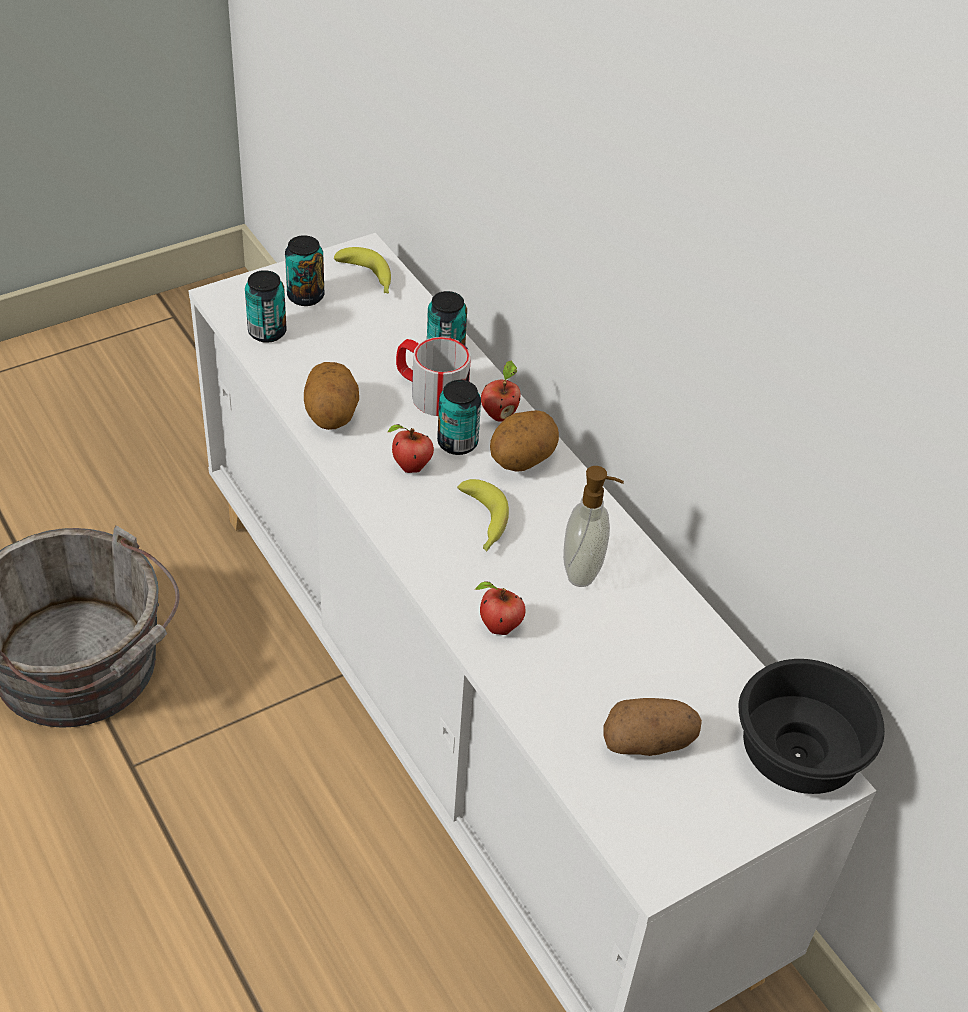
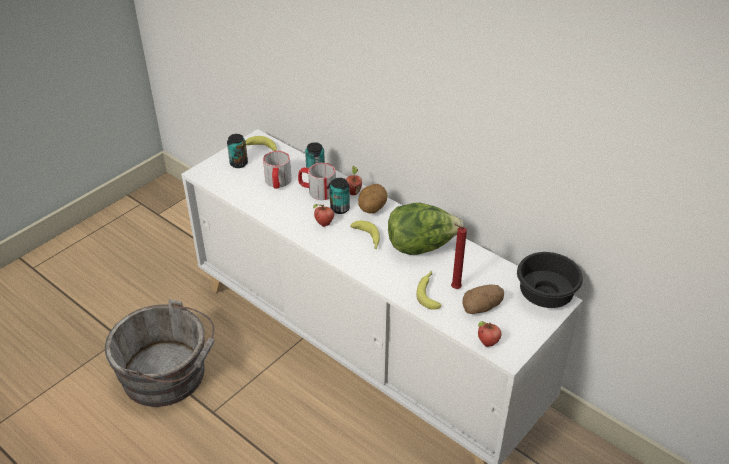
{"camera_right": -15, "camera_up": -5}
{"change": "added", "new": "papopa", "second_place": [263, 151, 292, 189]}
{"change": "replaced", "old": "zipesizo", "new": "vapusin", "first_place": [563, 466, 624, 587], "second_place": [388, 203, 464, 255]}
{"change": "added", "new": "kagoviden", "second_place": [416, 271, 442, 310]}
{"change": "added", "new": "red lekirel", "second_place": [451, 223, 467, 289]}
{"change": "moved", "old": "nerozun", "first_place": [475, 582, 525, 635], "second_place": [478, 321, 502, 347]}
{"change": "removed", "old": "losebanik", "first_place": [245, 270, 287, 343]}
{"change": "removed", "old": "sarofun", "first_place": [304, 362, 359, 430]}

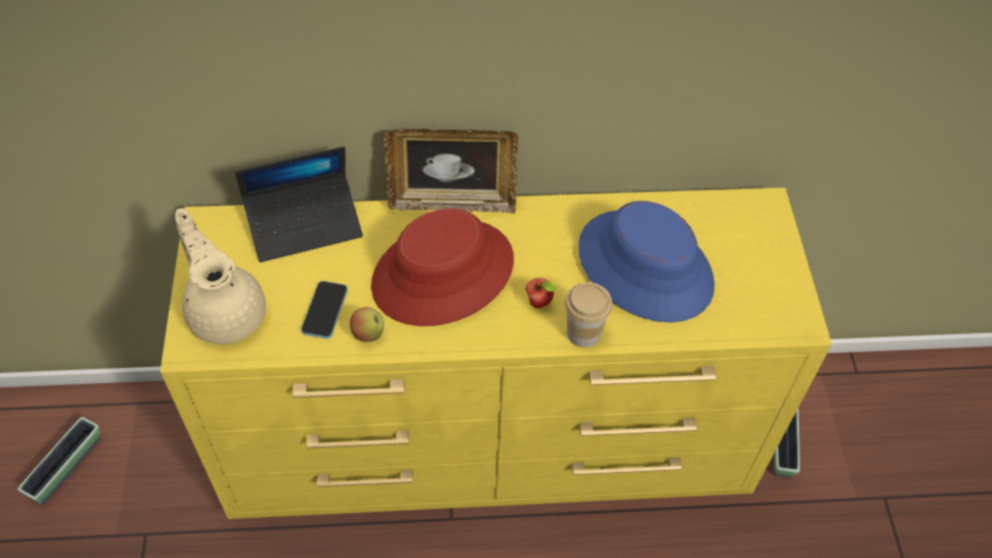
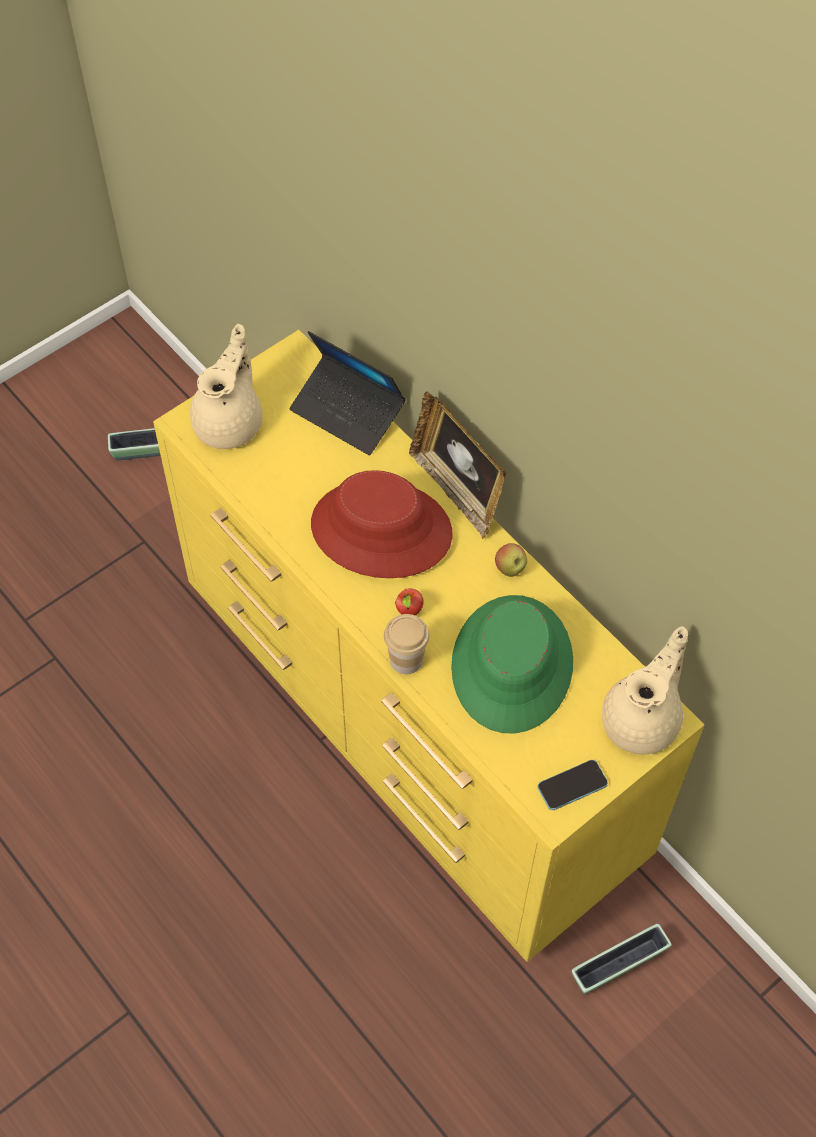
{"camera_right": 55, "camera_up": 5}
{"change": "recoloured", "old": "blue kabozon", "new": "green kabozon", "first_place": [578, 201, 715, 323], "second_place": [451, 595, 573, 734]}
{"change": "moved", "old": "nerozun", "first_place": [350, 307, 384, 342], "second_place": [495, 543, 527, 577]}
{"change": "moved", "old": "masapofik", "first_place": [301, 281, 348, 339], "second_place": [538, 760, 608, 810]}
{"change": "added", "new": "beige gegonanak", "second_place": [602, 626, 688, 755]}

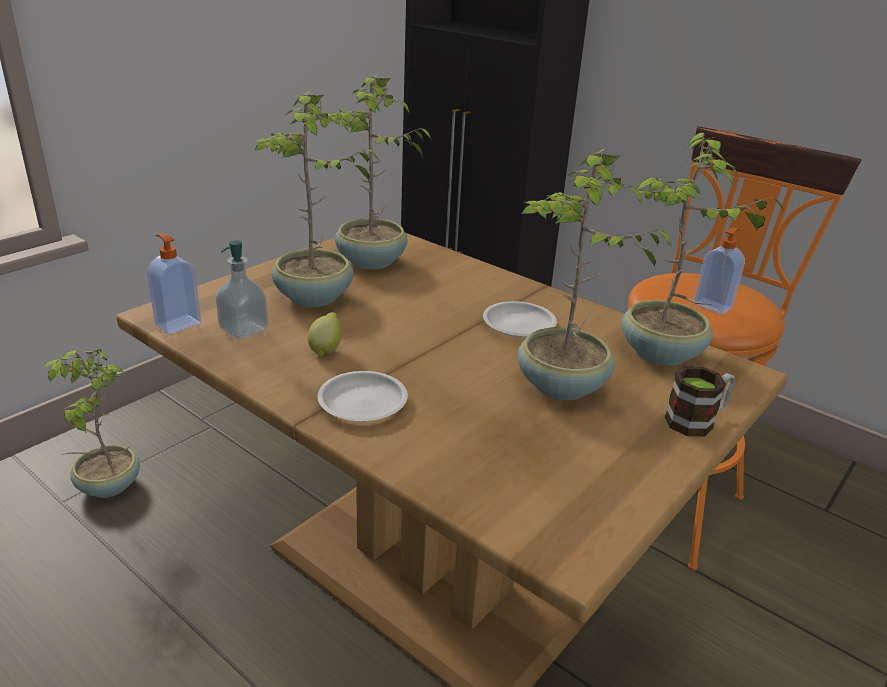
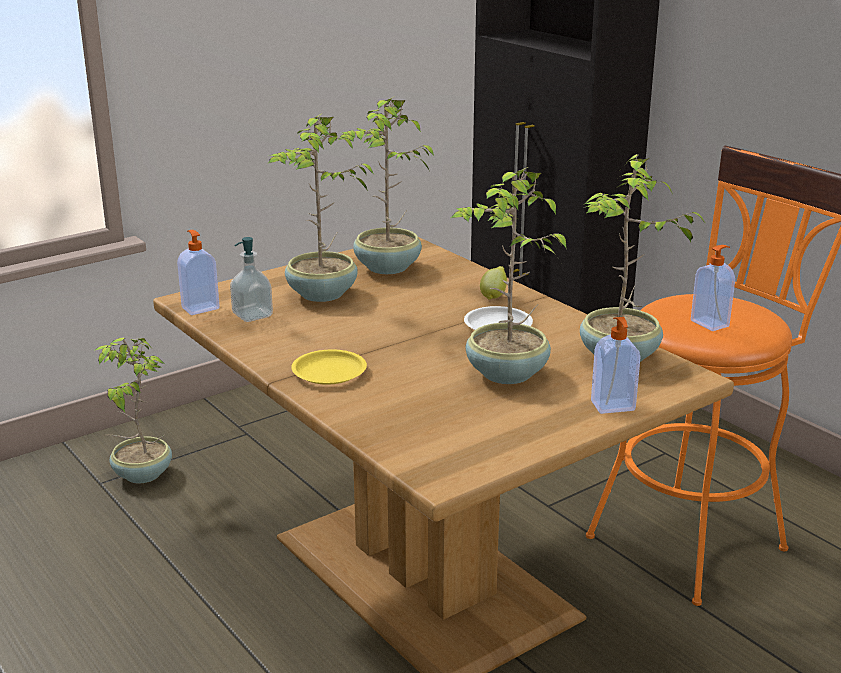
{"camera_right": 15, "camera_up": -5}
{"change": "recoloured", "old": "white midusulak", "new": "yellow midusulak", "first_place": [318, 371, 408, 421], "second_place": [291, 349, 367, 385]}
{"change": "moved", "old": "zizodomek", "first_place": [308, 312, 341, 356], "second_place": [480, 266, 507, 300]}
{"change": "replaced", "old": "papopa", "new": "zipesizo", "first_place": [665, 366, 735, 437], "second_place": [591, 317, 640, 414]}

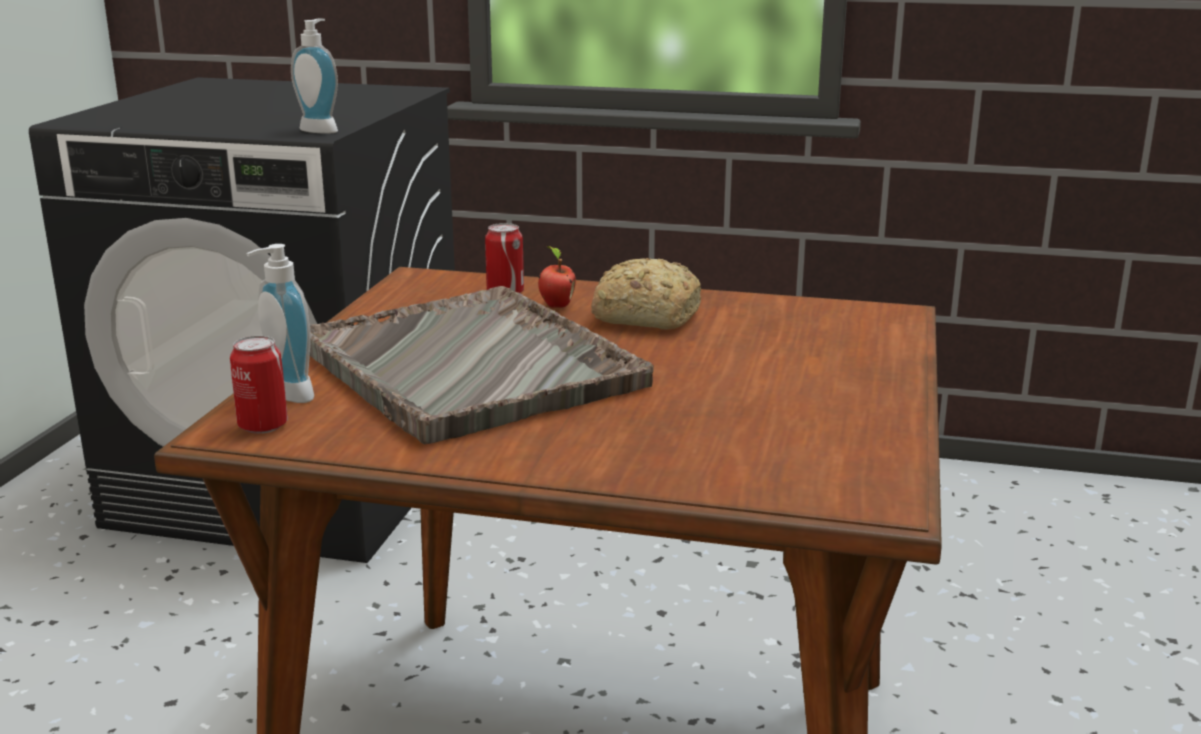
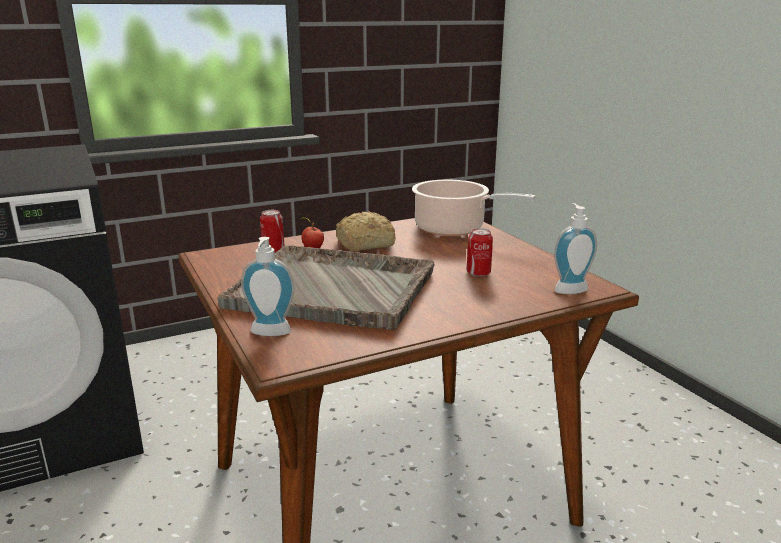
{"camera_right": -40, "camera_up": 0}
{"change": "added", "new": "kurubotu", "second_place": [412, 180, 536, 236]}
{"change": "moved", "old": "losebanik", "first_place": [230, 336, 288, 434], "second_place": [467, 228, 493, 277]}
{"change": "moved", "old": "zipesizo", "first_place": [291, 18, 338, 134], "second_place": [554, 203, 597, 294]}

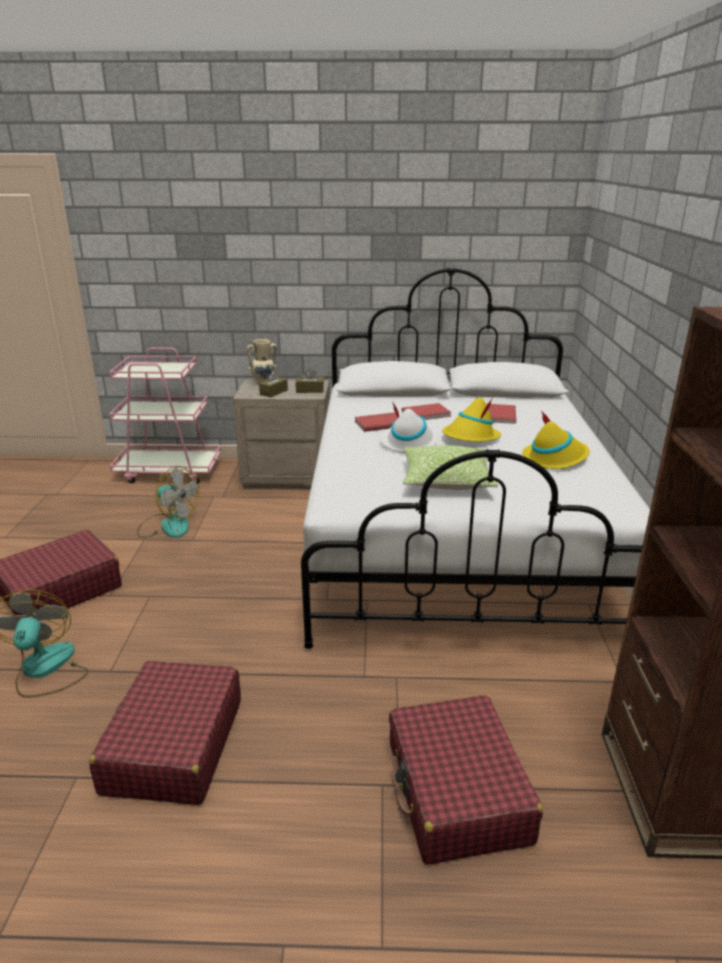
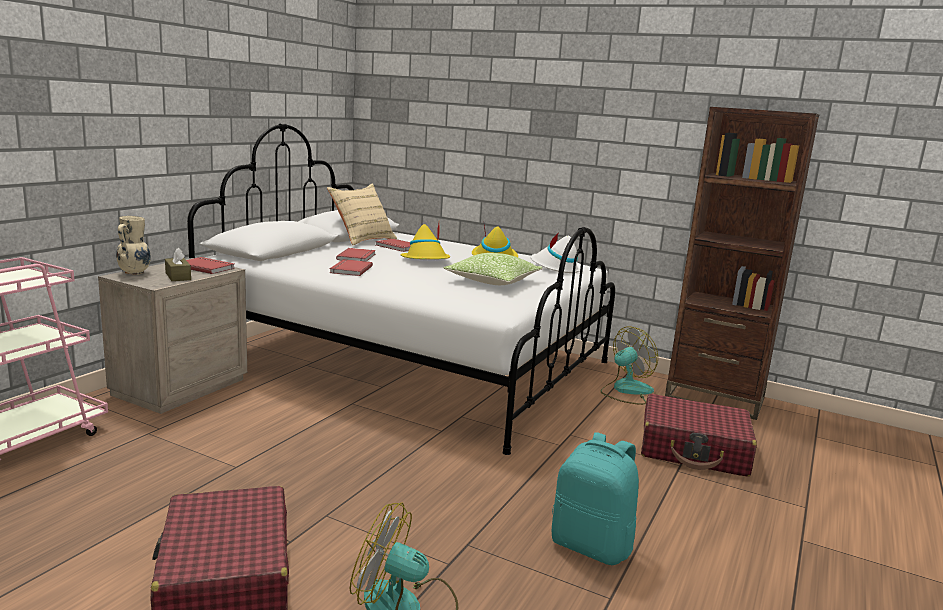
{"camera_right": -65, "camera_up": -10}
{"change": "replaced", "old": "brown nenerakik", "new": "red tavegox", "first_place": [296, 369, 324, 393], "second_place": [186, 257, 234, 274]}
{"change": "added", "new": "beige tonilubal", "second_place": [327, 183, 397, 245]}
{"change": "moved", "old": "white kabozon", "first_place": [381, 403, 437, 453], "second_place": [531, 232, 584, 273]}
{"change": "replaced", "old": "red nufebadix", "new": "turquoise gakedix", "first_place": [89, 661, 241, 805], "second_place": [552, 432, 639, 565]}
{"change": "moved", "old": "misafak", "first_place": [137, 466, 200, 538], "second_place": [600, 327, 658, 405]}

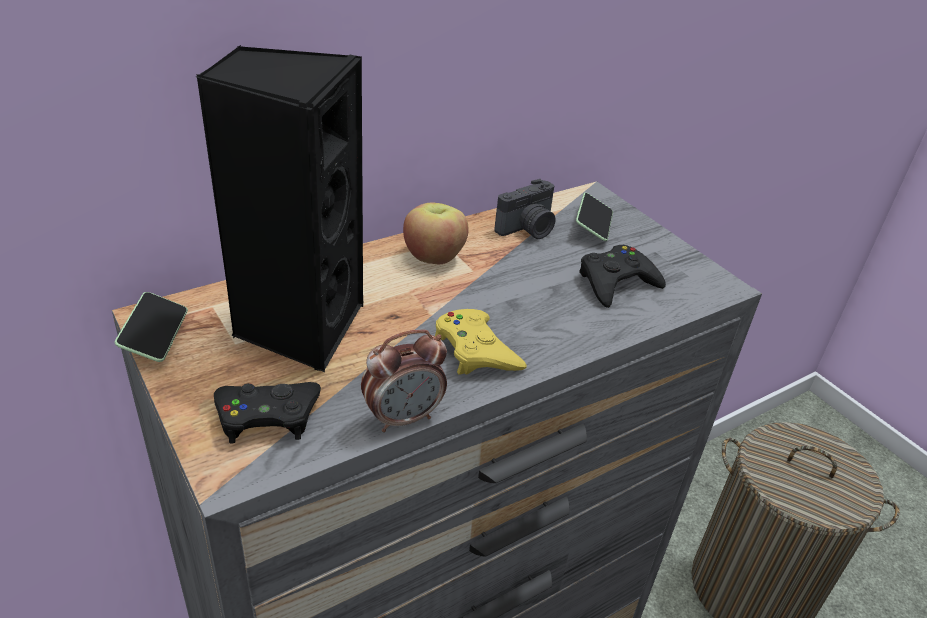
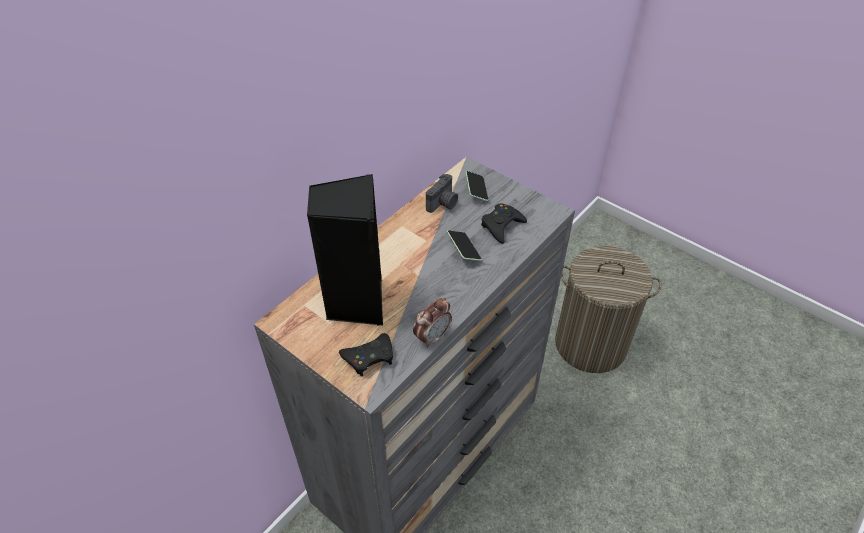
{"camera_right": -15, "camera_up": 10}
{"change": "moved", "old": "masapofik", "first_place": [114, 292, 188, 362], "second_place": [447, 230, 482, 261]}
{"change": "removed", "old": "nerozun", "first_place": [403, 202, 469, 264]}
{"change": "removed", "old": "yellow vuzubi", "first_place": [435, 309, 527, 375]}

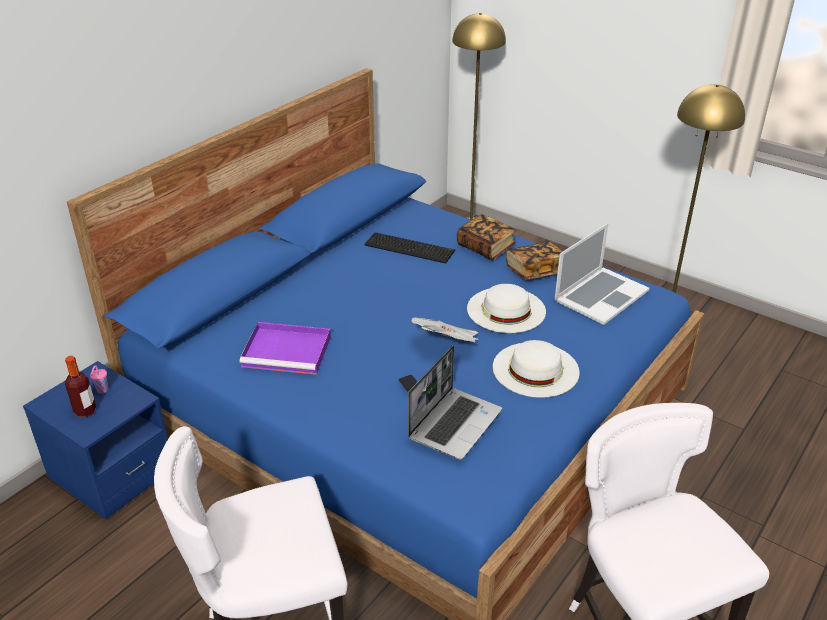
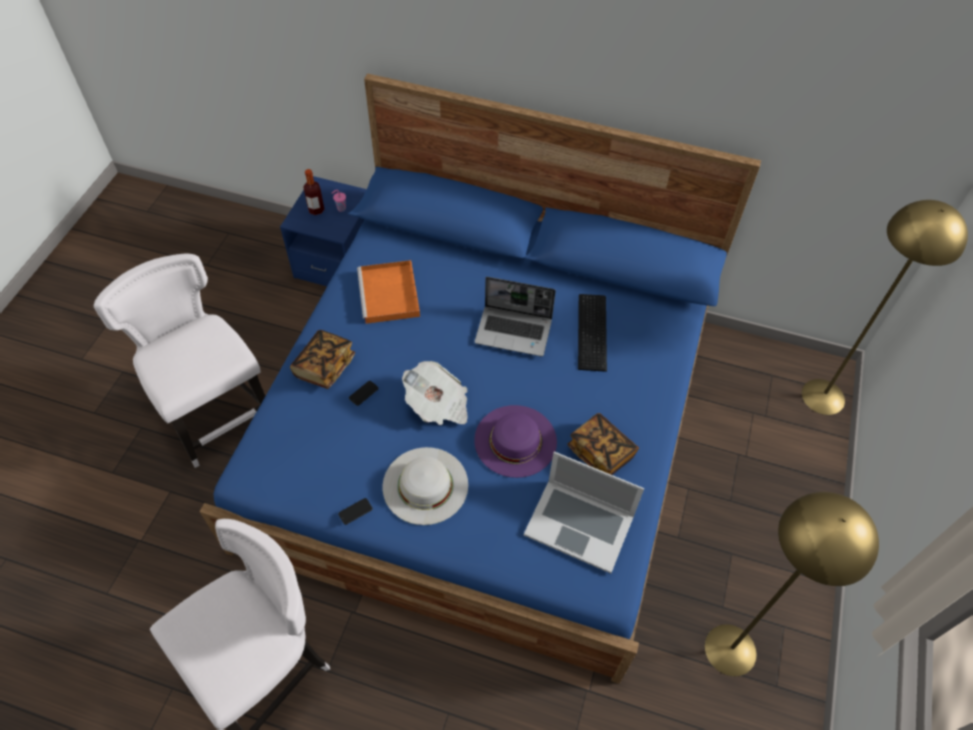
{"camera_right": 70, "camera_up": 20}
{"change": "moved", "old": "tavegox", "first_place": [457, 214, 516, 260], "second_place": [290, 330, 355, 389]}
{"change": "added", "new": "masapofik", "second_place": [338, 498, 373, 525]}
{"change": "recoloured", "old": "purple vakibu", "new": "orange vakibu", "first_place": [240, 322, 331, 375], "second_place": [357, 260, 420, 324]}
{"change": "recoloured", "old": "white kabozon", "new": "purple kabozon", "first_place": [467, 284, 546, 333], "second_place": [474, 405, 557, 478]}
{"change": "moved", "old": "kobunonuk", "first_place": [408, 345, 502, 460], "second_place": [475, 277, 556, 356]}

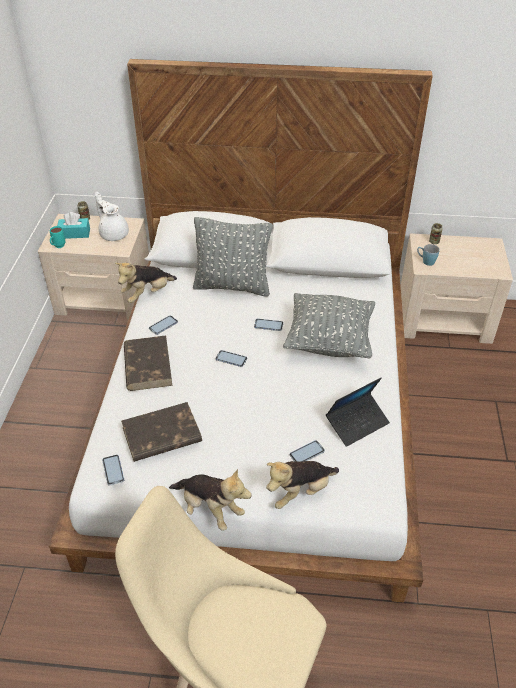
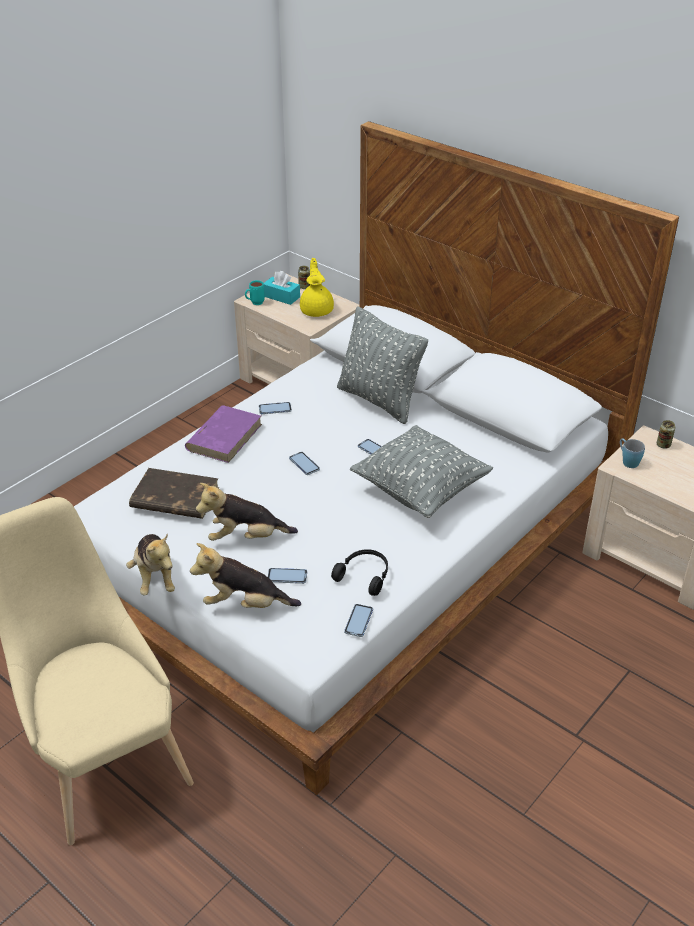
{"camera_right": 35, "camera_up": -5}
{"change": "recoloured", "old": "brown tavegox", "new": "purple tavegox", "first_place": [124, 335, 172, 391], "second_place": [185, 405, 262, 463]}
{"change": "moved", "old": "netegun", "first_place": [115, 262, 177, 303], "second_place": [196, 483, 298, 541]}
{"change": "recoloured", "old": "white gegonanak", "new": "yellow gegonanak", "first_place": [95, 192, 129, 241], "second_place": [300, 258, 334, 317]}
{"change": "replaced", "old": "kobunonuk", "new": "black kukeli", "first_place": [326, 378, 390, 447], "second_place": [331, 549, 388, 596]}
{"change": "moved", "old": "masapofik", "first_place": [102, 455, 124, 486], "second_place": [344, 604, 373, 637]}

